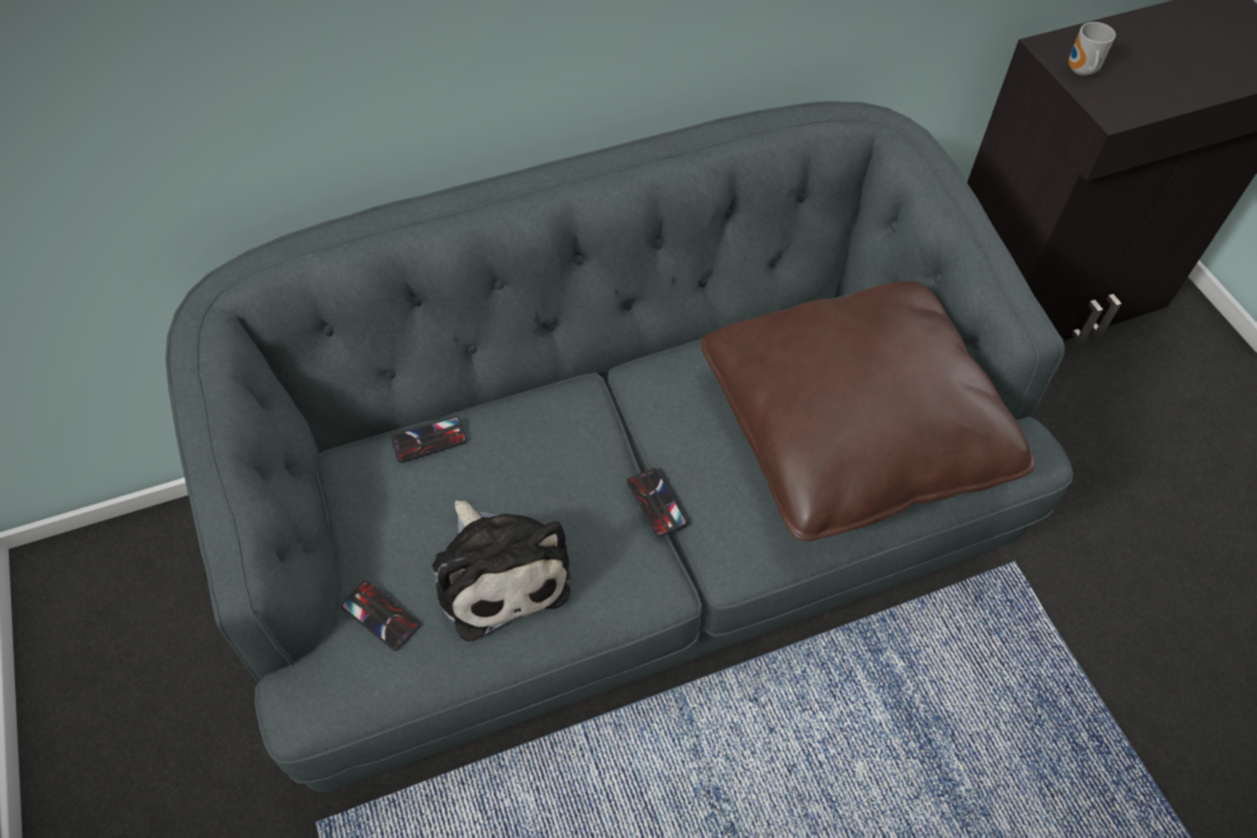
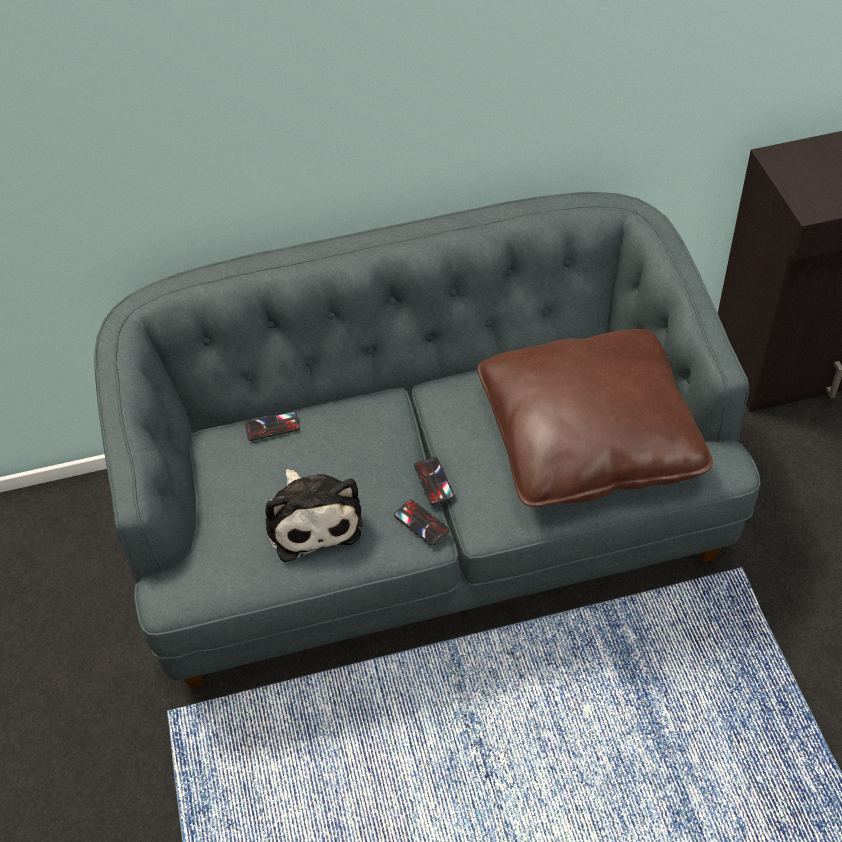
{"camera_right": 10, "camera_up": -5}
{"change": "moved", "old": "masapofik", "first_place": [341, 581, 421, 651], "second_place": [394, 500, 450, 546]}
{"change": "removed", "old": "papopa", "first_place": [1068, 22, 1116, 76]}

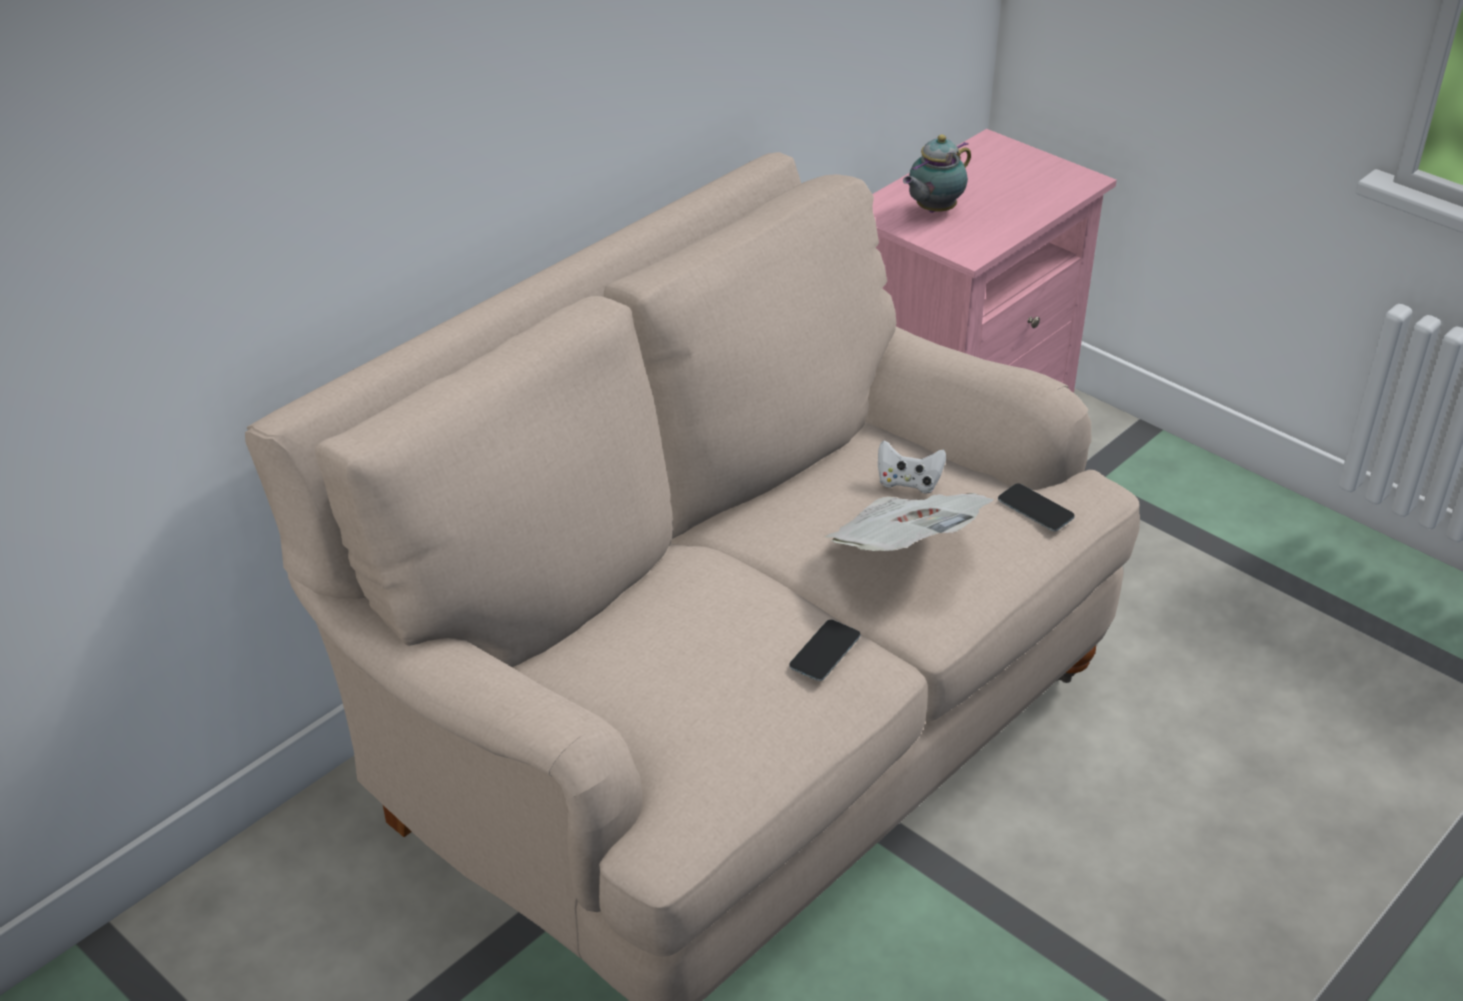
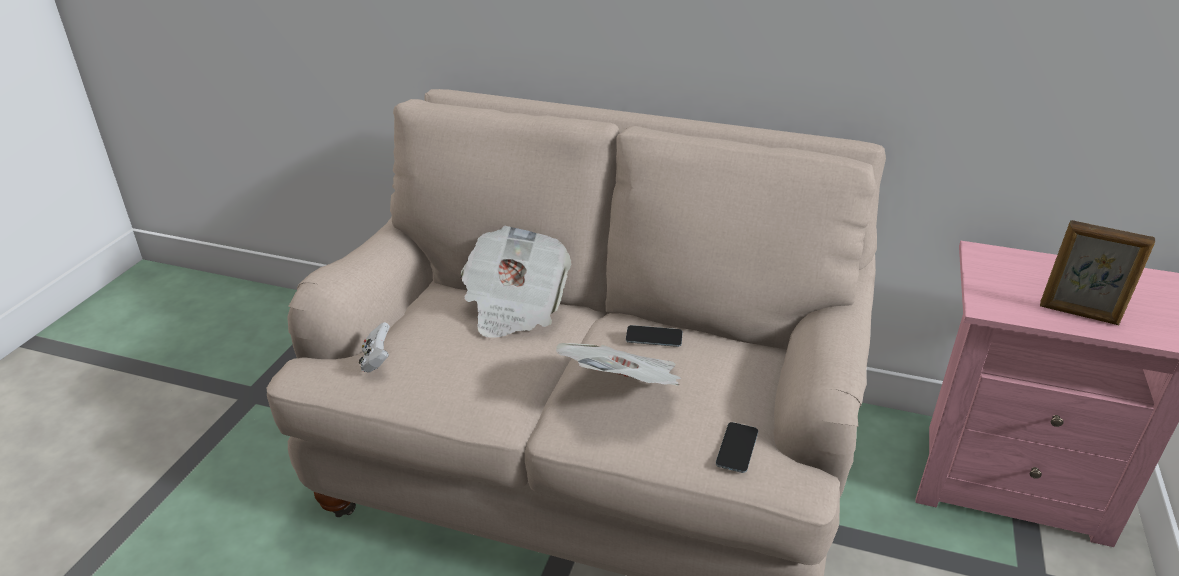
{"camera_right": 65, "camera_up": -5}
{"change": "moved", "old": "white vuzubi", "first_place": [878, 440, 946, 494], "second_place": [359, 322, 390, 373]}
{"change": "added", "new": "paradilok", "second_place": [461, 225, 571, 338]}
{"change": "moved", "old": "masapofik", "first_place": [789, 620, 860, 681], "second_place": [626, 325, 683, 347]}
{"change": "added", "new": "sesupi", "second_place": [1040, 220, 1155, 325]}
{"change": "removed", "old": "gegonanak", "first_place": [903, 135, 971, 213]}

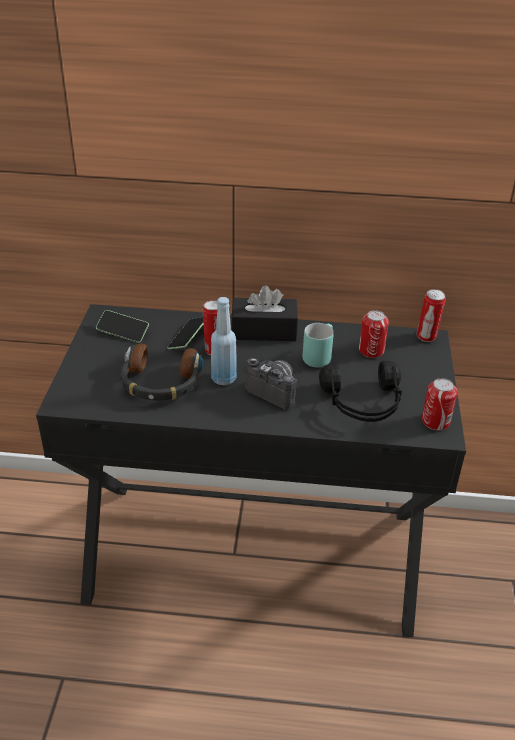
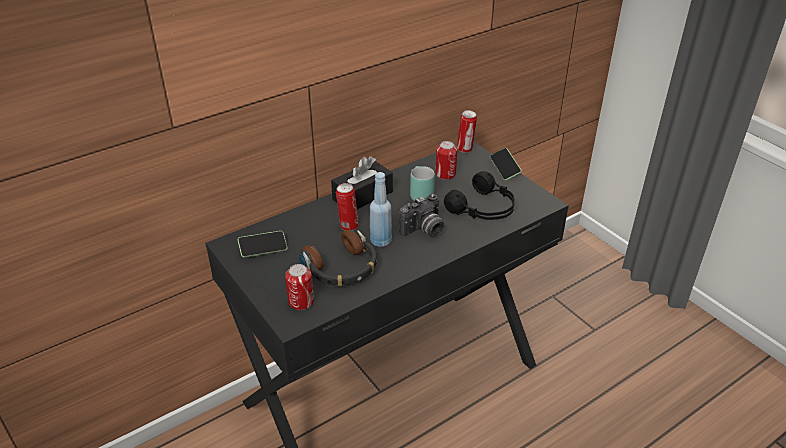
{"camera_right": -40, "camera_up": 0}
{"change": "moved", "old": "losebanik", "first_place": [422, 378, 458, 431], "second_place": [285, 264, 314, 310]}
{"change": "turned", "old": "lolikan", "first_place": [245, 358, 297, 410], "second_place": [399, 194, 445, 237], "degrees": 150}
{"change": "moved", "old": "masapofik", "first_place": [167, 317, 203, 349], "second_place": [490, 148, 522, 180]}

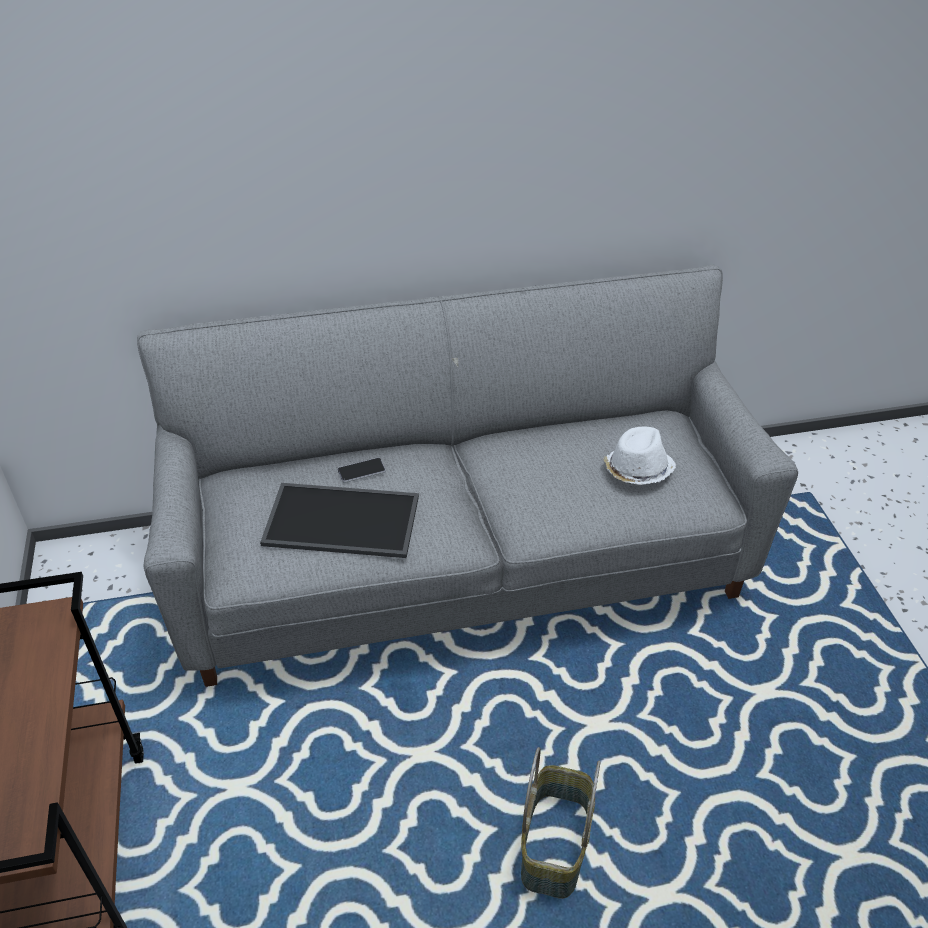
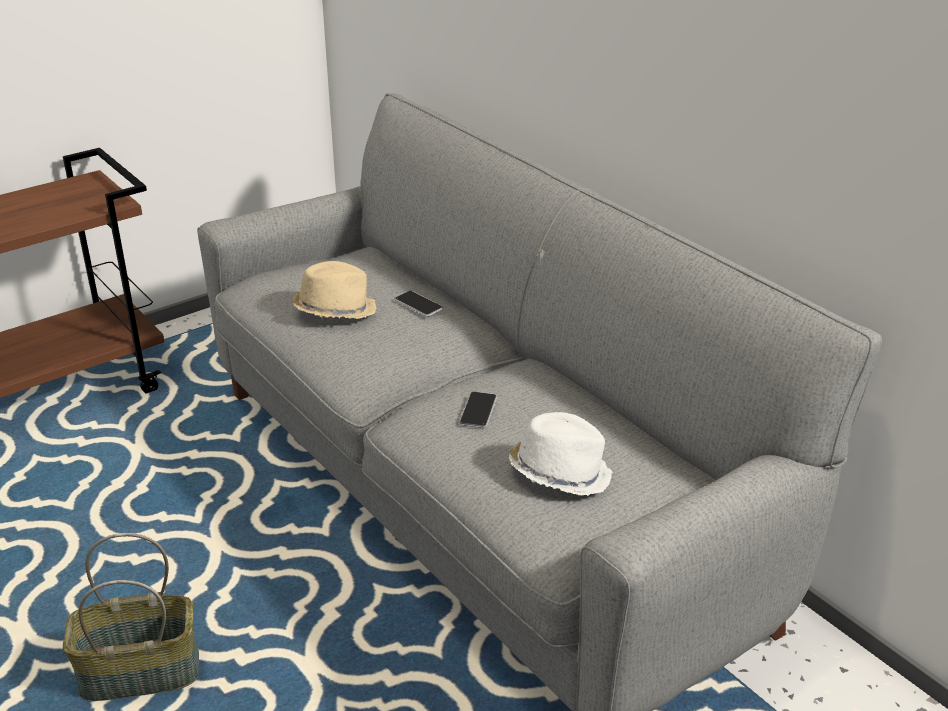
{"camera_right": 65, "camera_up": -10}
{"change": "replaced", "old": "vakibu", "new": "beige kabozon", "first_place": [260, 483, 419, 558], "second_place": [291, 261, 377, 319]}
{"change": "added", "new": "masapofik", "second_place": [459, 392, 497, 428]}

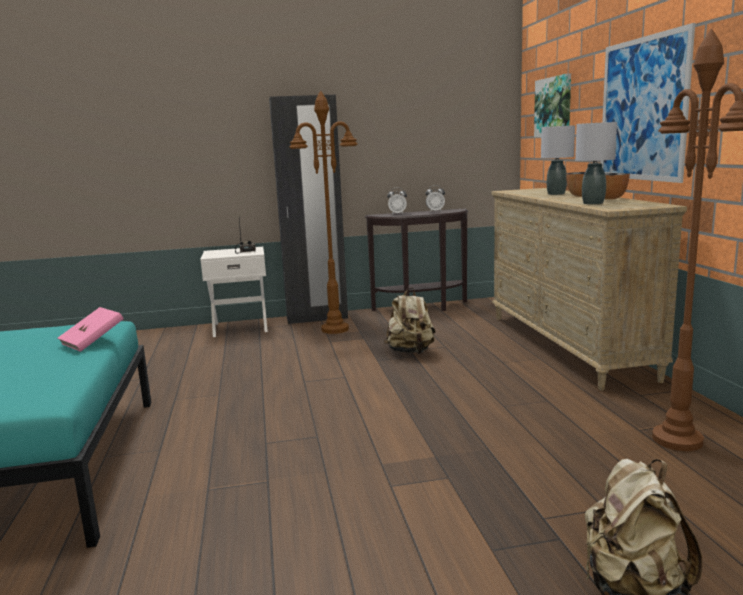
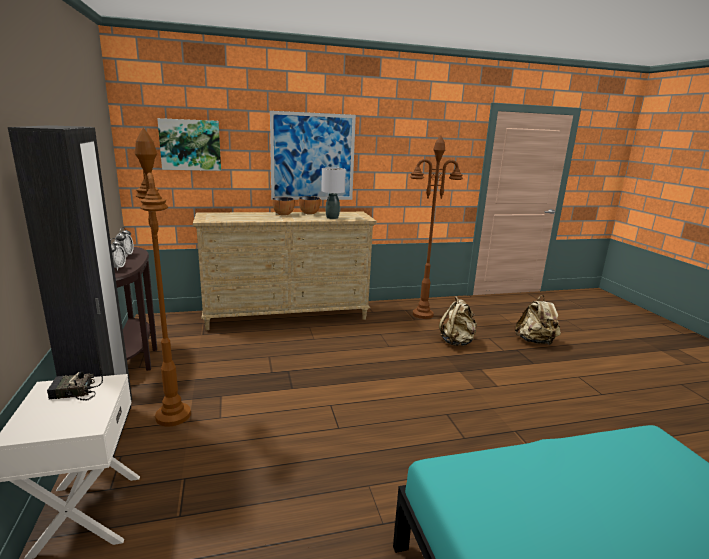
{"camera_right": -95, "camera_up": 5}
{"change": "moved", "old": "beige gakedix", "first_place": [384, 287, 436, 354], "second_place": [439, 296, 477, 346]}
{"change": "removed", "old": "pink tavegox", "first_place": [58, 307, 124, 352]}
{"change": "removed", "old": "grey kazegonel", "first_place": [541, 125, 575, 195]}

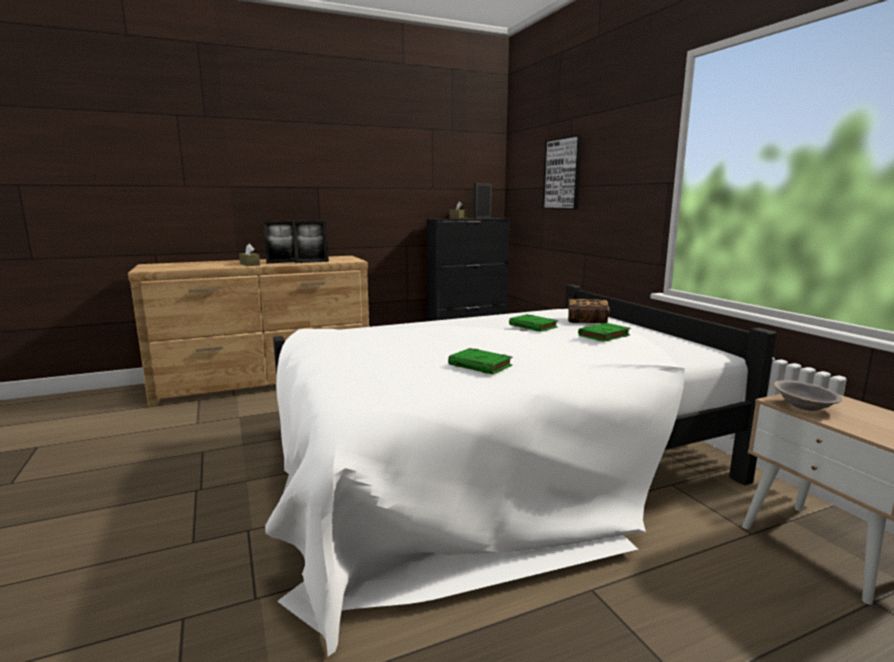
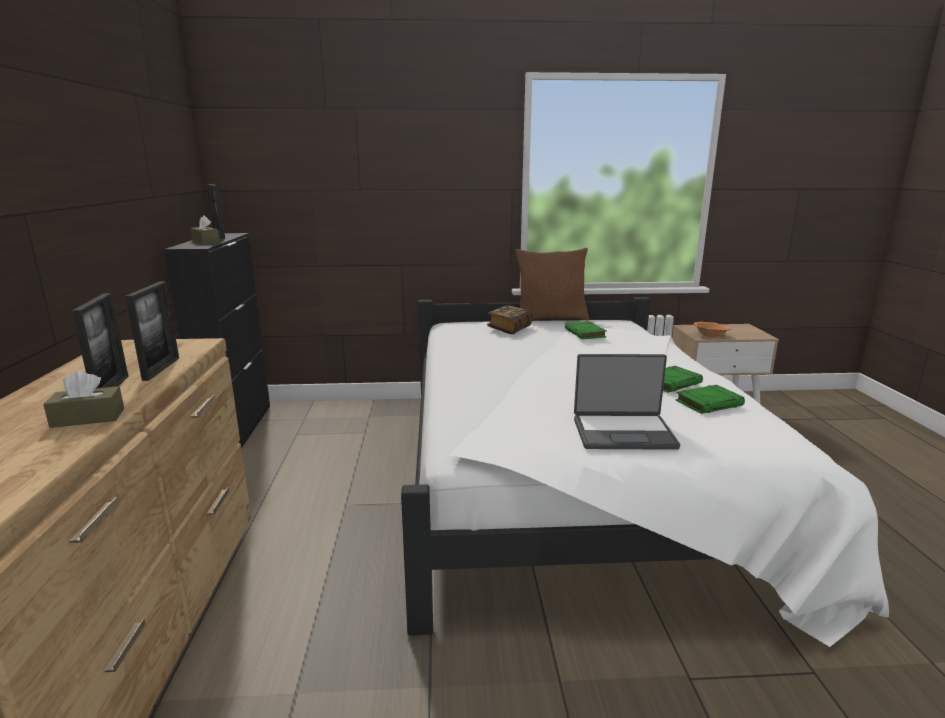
{"camera_right": -70, "camera_up": 5}
{"change": "added", "new": "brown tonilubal", "second_place": [515, 248, 589, 321]}
{"change": "added", "new": "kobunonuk", "second_place": [574, 354, 680, 450]}
{"change": "moved", "old": "green tavegox", "first_place": [509, 314, 558, 332], "second_place": [676, 385, 745, 414]}
{"change": "recoloured", "old": "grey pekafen", "new": "orange pekafen", "first_place": [773, 380, 842, 411], "second_place": [694, 322, 731, 337]}
{"change": "removed", "old": "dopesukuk", "first_place": [542, 135, 582, 209]}

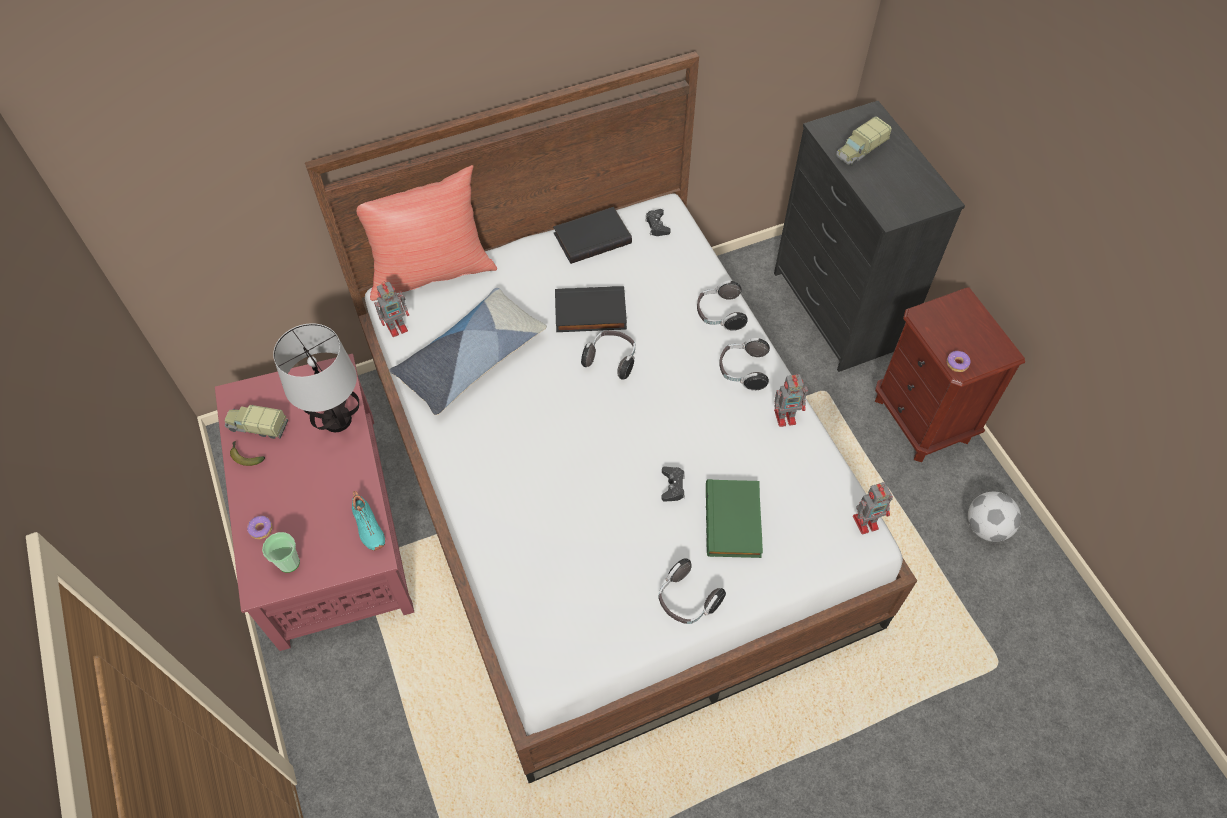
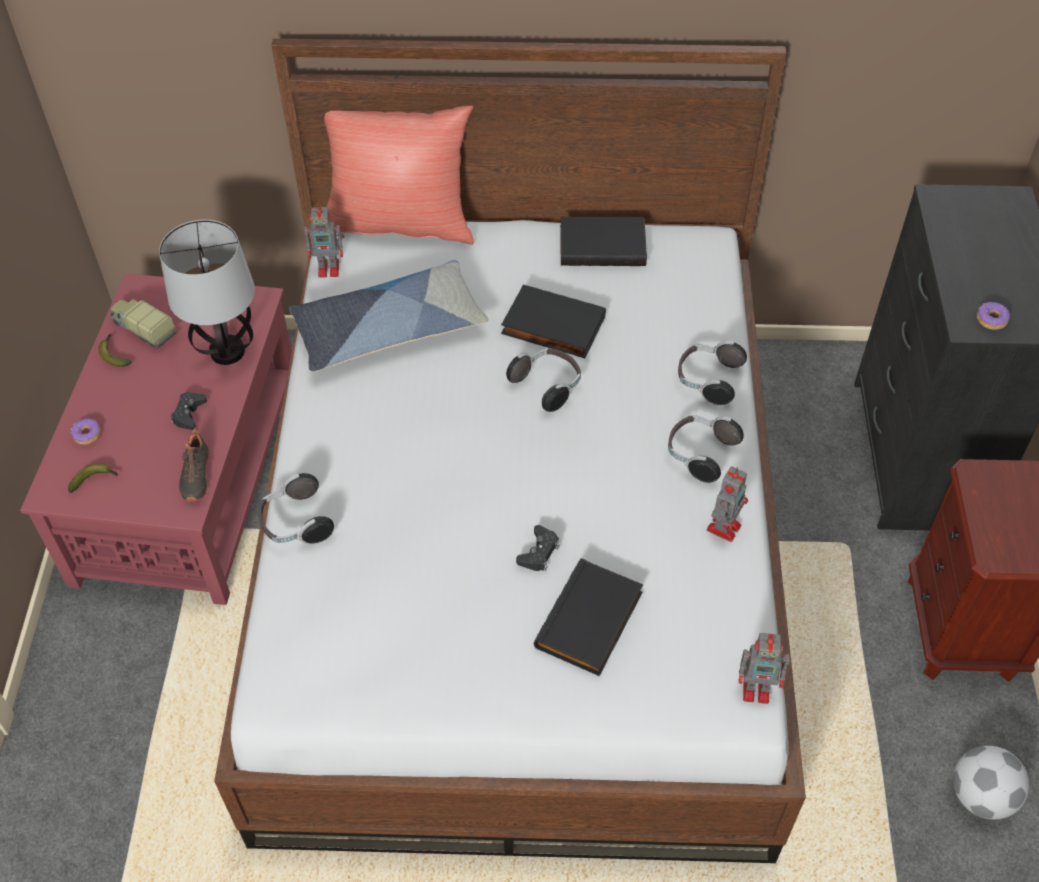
{"camera_right": 25, "camera_up": -5}
{"change": "replaced", "old": "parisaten", "new": "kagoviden", "first_place": [262, 532, 300, 573], "second_place": [68, 463, 118, 493]}
{"change": "moved", "old": "black vuzubi", "first_place": [645, 209, 671, 236], "second_place": [171, 392, 207, 430]}
{"change": "recoloured", "old": "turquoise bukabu", "new": "black bukabu", "first_place": [352, 491, 385, 551], "second_place": [179, 428, 210, 502]}
{"change": "moved", "old": "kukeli", "first_place": [659, 558, 726, 624], "second_place": [258, 473, 334, 544]}
{"change": "recoloured", "old": "green tavegox", "new": "black tavegox", "first_place": [706, 479, 763, 558], "second_place": [534, 558, 643, 676]}
{"change": "turned", "old": "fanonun", "first_place": [774, 374, 808, 427], "second_place": [707, 466, 748, 542], "degrees": -75}
{"change": "moved", "old": "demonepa", "first_place": [947, 351, 971, 372], "second_place": [977, 302, 1010, 330]}
{"change": "removed", "old": "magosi", "first_place": [836, 116, 892, 166]}

